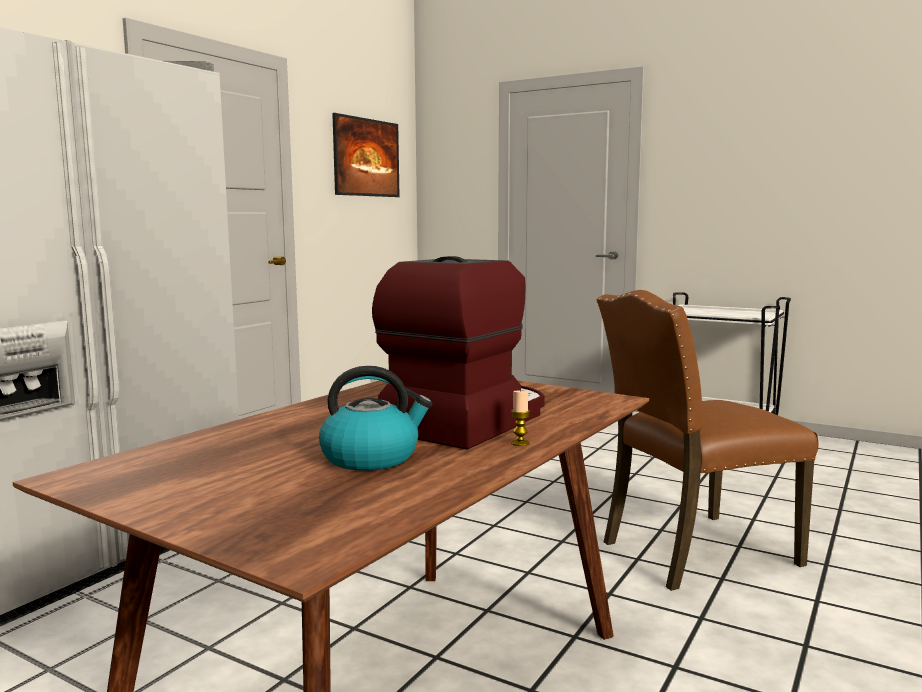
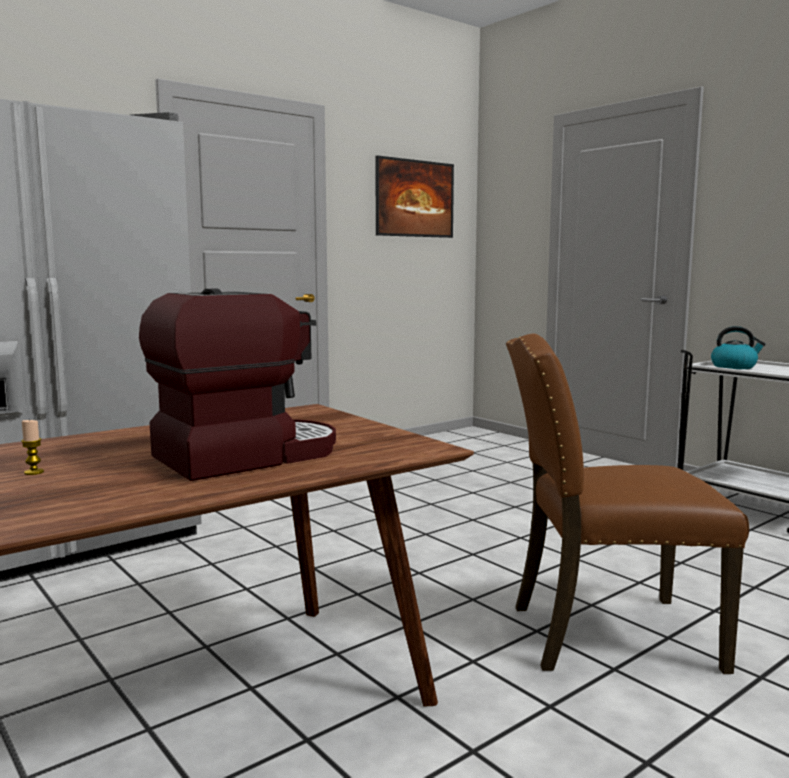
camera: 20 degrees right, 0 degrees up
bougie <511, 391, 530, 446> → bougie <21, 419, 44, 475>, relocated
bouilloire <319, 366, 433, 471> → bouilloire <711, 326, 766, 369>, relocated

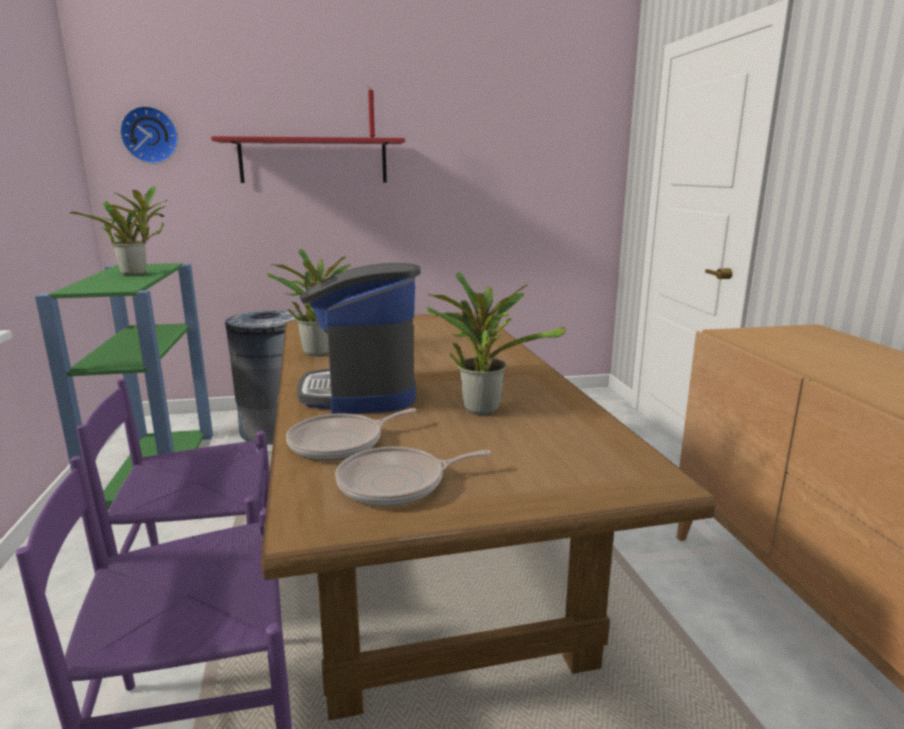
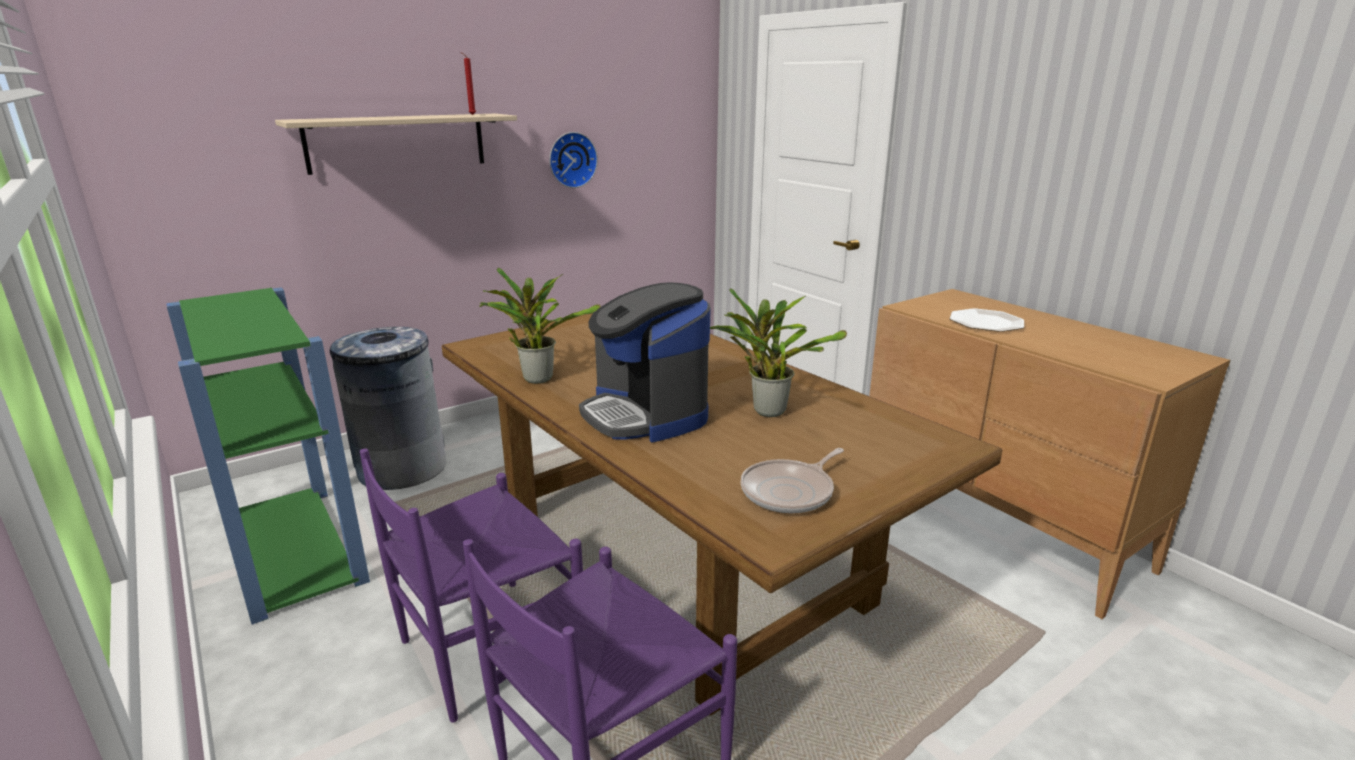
camera: 25 degrees left, 5 degrees up
étagère [rouge] <211, 136, 405, 183> → étagère [beige] <275, 114, 517, 175>
horloge murale <120, 106, 179, 164> → horloge murale <549, 132, 598, 188>, relocated
- → assiette <950, 308, 1024, 332>
plante en pot <69, 186, 167, 275> → -
poêle <286, 408, 417, 460> → -

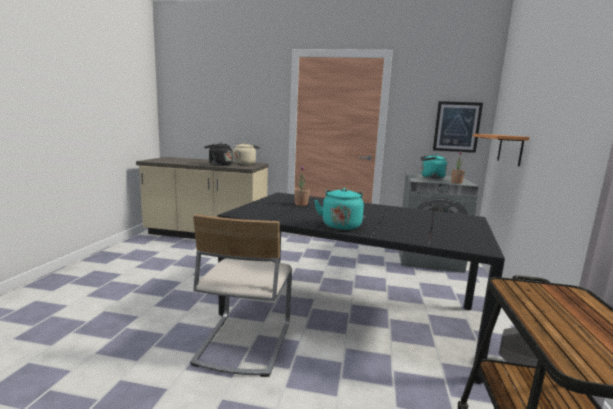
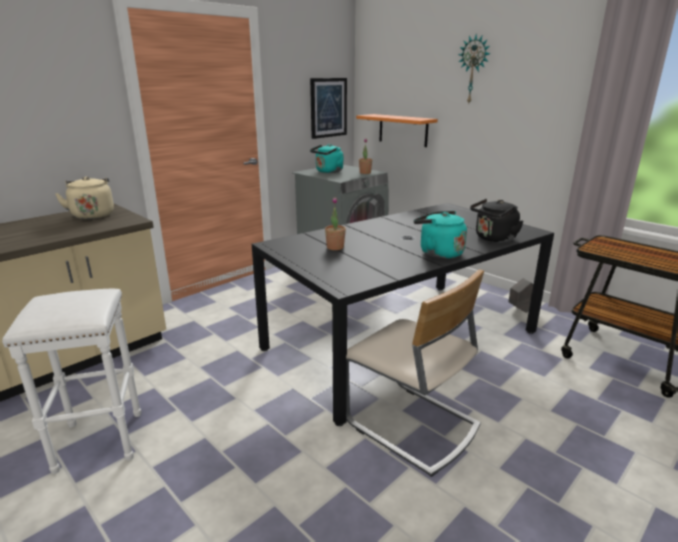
camera: 55 degrees left, 10 degrees up
- → tabouret [blanc] <2, 289, 141, 474>
- → horloge murale <458, 35, 490, 103>
bouilloire [noir] <204, 142, 233, 166> → bouilloire [noir] <470, 199, 524, 242>, relocated

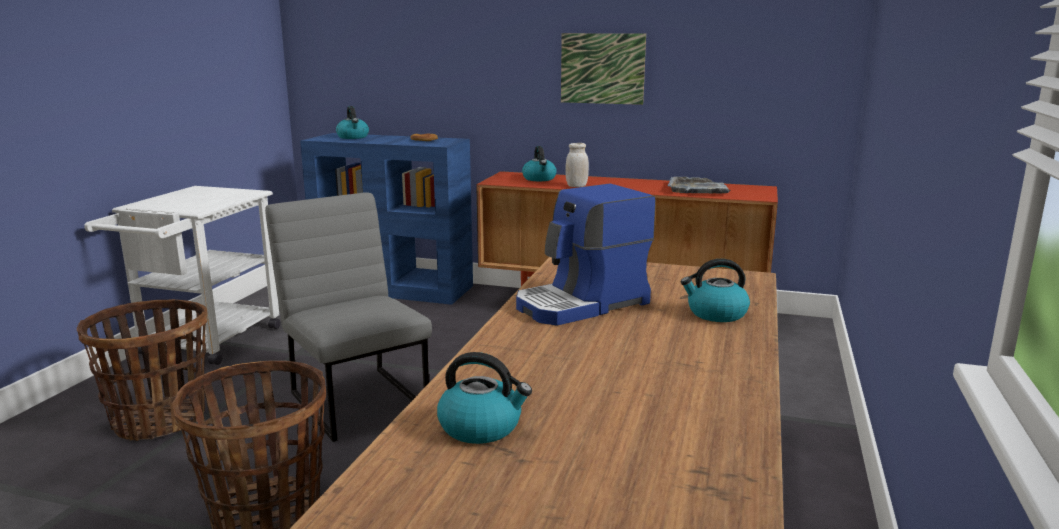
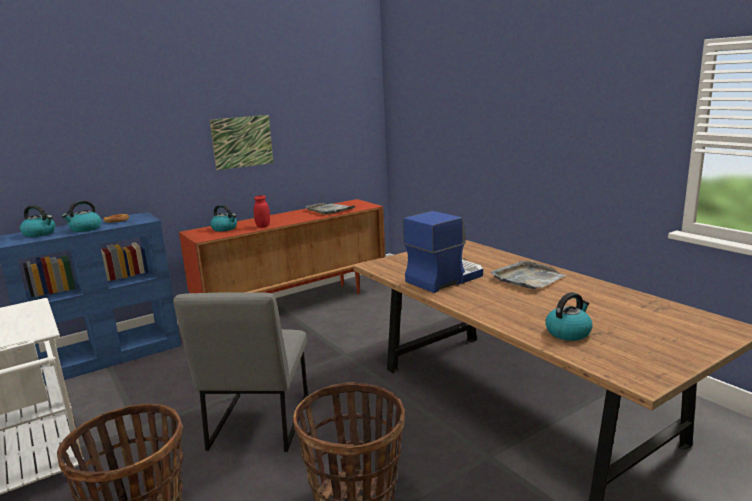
camera: 50 degrees left, 0 degrees up
bouilloire <681, 259, 750, 322> → bouilloire <62, 200, 101, 232>, relocated
chaise [gris] <265, 192, 432, 442> → chaise [gris] <173, 292, 308, 452>, 90 degrees counterclockwise
bocal [blanc] <565, 143, 589, 187> → bocal [rouge] <254, 195, 270, 228>
machine à café <516, 184, 656, 325> → machine à café <403, 211, 483, 293>, 135 degrees counterclockwise
- → plateau [gris] <491, 261, 565, 289>

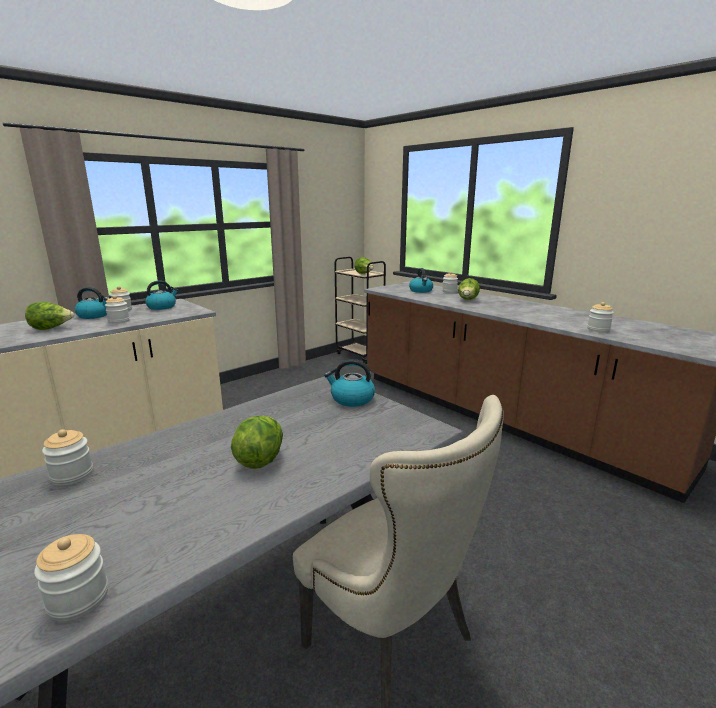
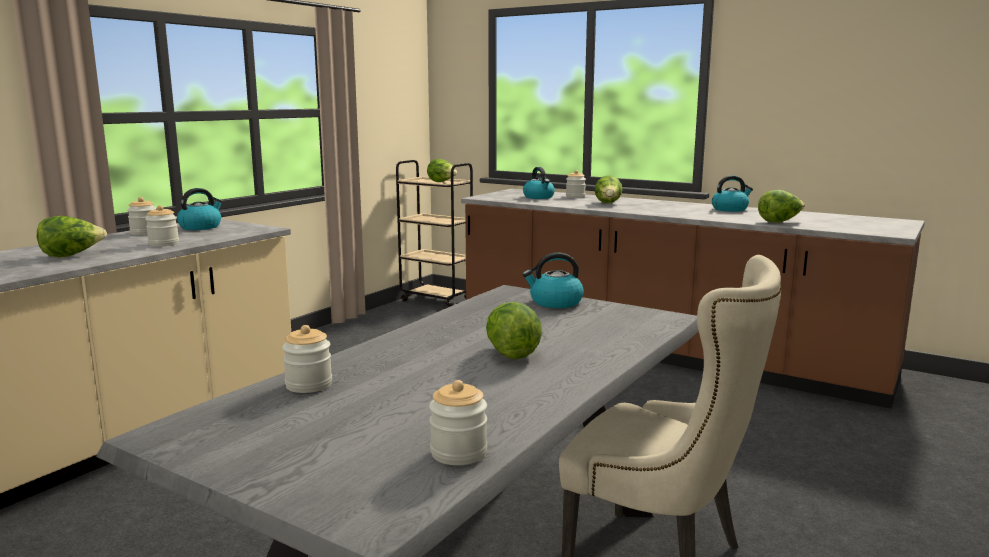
camera: 15 degrees left, 5 degrees down
bouilloire <75, 287, 110, 319> → bouilloire <712, 175, 753, 212>, relocated
bocal <587, 302, 614, 333> → laitue <758, 190, 805, 222>

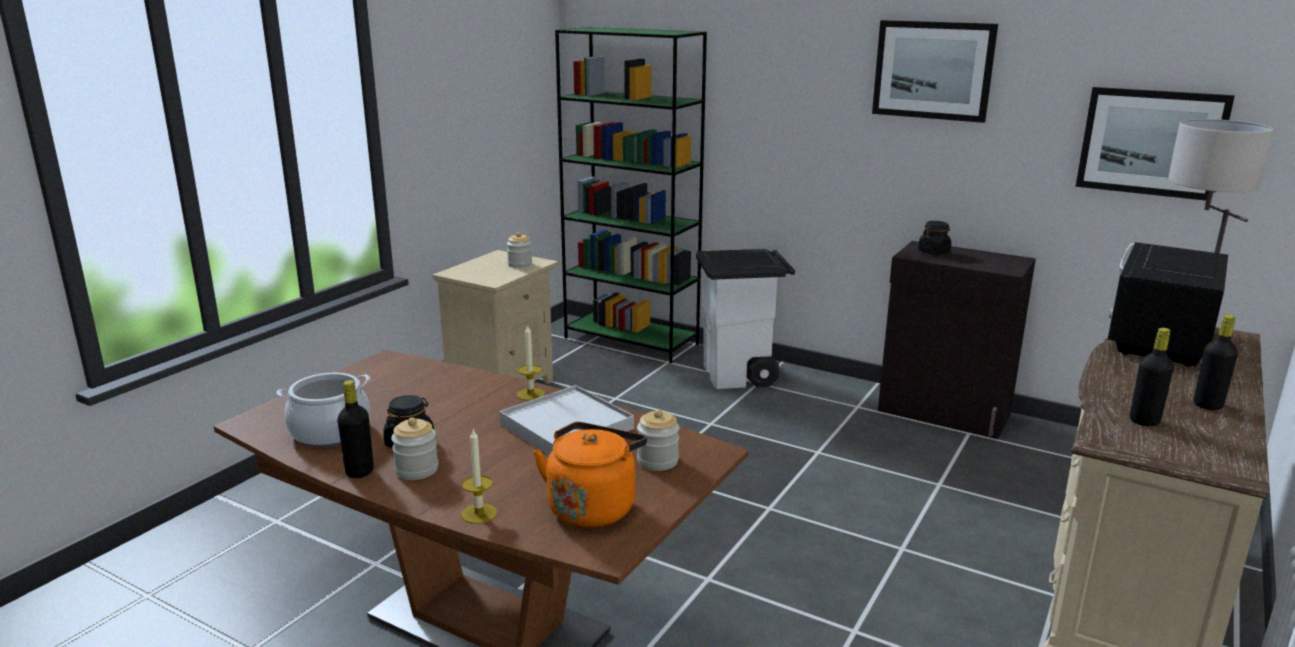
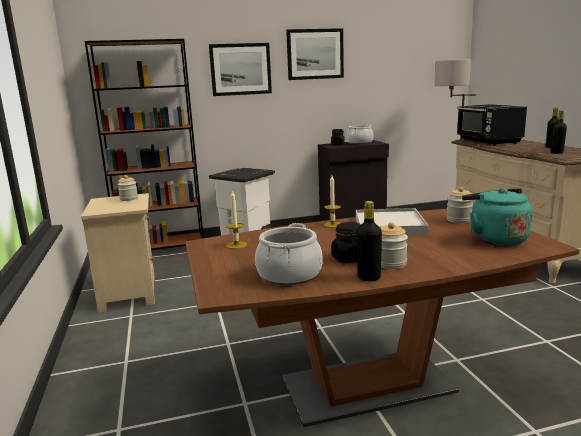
camera: 45 degrees left, 5 degrees down
bibliothèque [vert] <555, 27, 707, 363> → bibliothèque [marron] <85, 39, 204, 250>
tableau <1075, 87, 1235, 201> → tableau <209, 43, 272, 96>, relocated
bougie <461, 428, 497, 524> → bougie <226, 191, 247, 249>, relocated
- → marmite <347, 124, 374, 145>
bouilloire [orange] <533, 422, 647, 527> → bouilloire [turquoise] <462, 188, 532, 246>

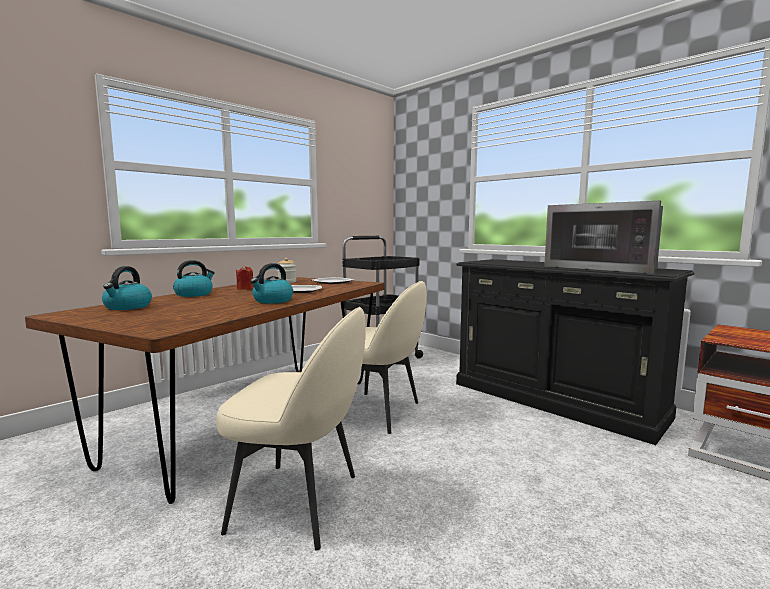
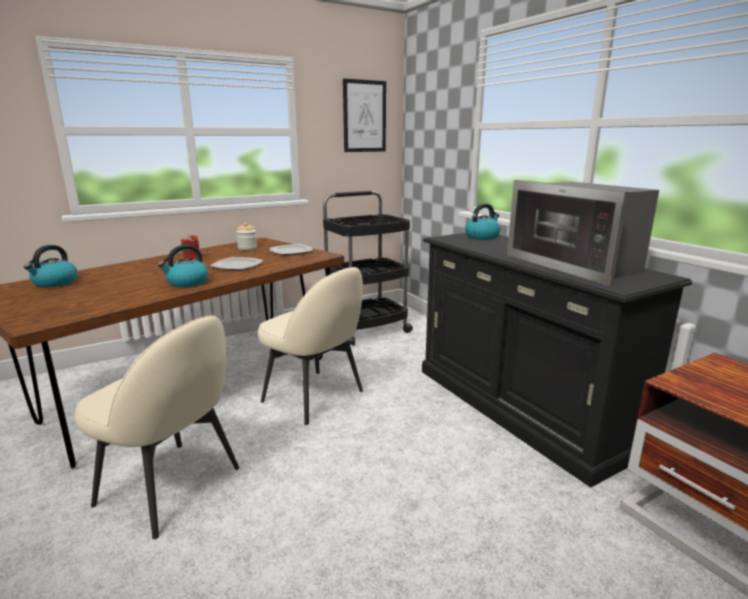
camera: 15 degrees right, 10 degrees up
- → tableau <343, 79, 386, 152>
bouilloire <173, 260, 215, 297> → bouilloire <465, 204, 500, 240>, relocated

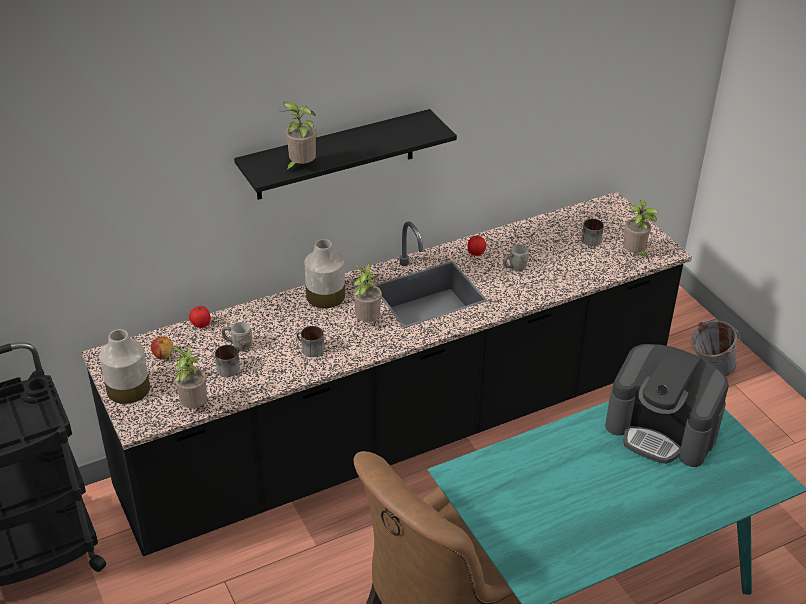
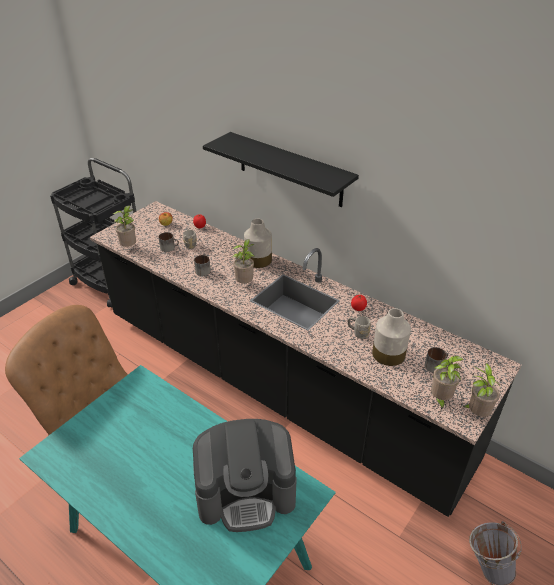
camera: 65 degrees right, 0 degrees up
machine à café <605, 344, 729, 467> → machine à café <193, 419, 297, 532>, 105 degrees counterclockwise
vase [beige] <99, 329, 150, 404> → vase [beige] <372, 308, 411, 366>, relocated
plante en pot <281, 102, 317, 171> → plante en pot <462, 363, 501, 417>, relocated

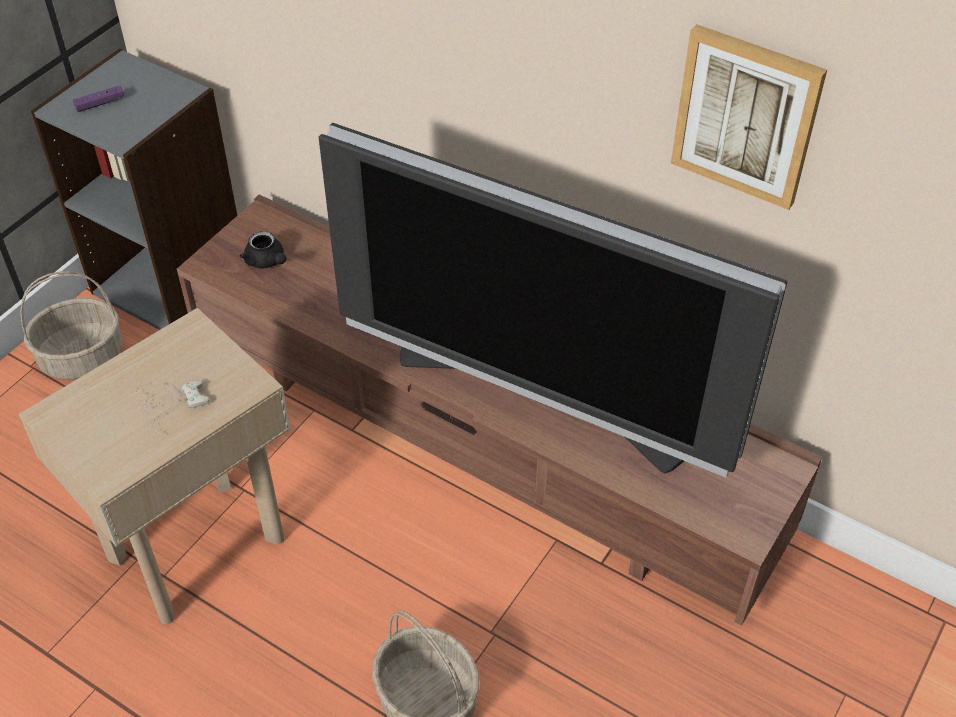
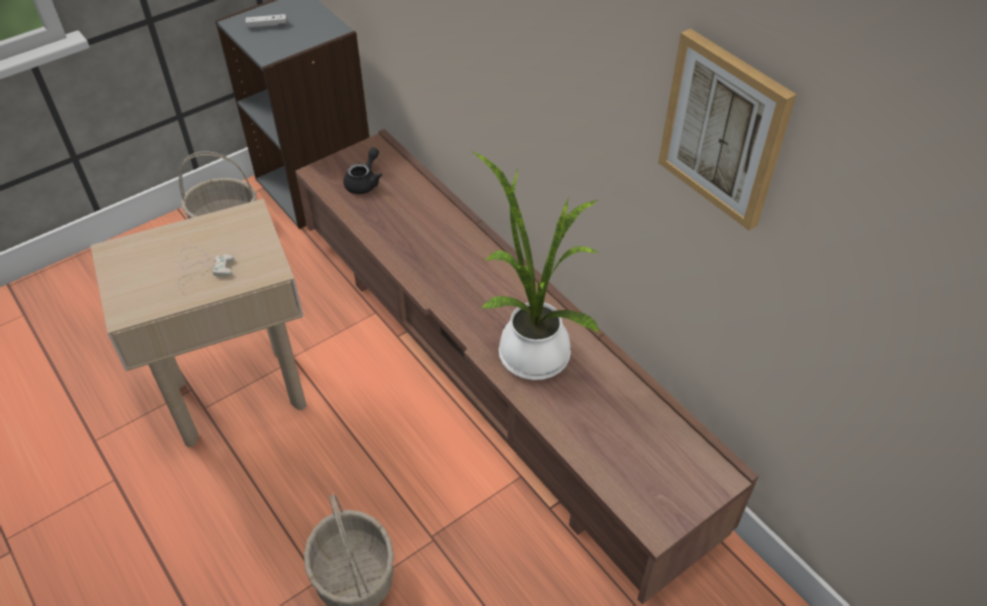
camera: 20 degrees right, 0 degrees up
manette [violet] <73, 85, 124, 112> → manette [blanc] <245, 14, 287, 28>
théière [noir] <240, 231, 286, 268> → théière [noir] <344, 147, 382, 194>, 135 degrees counterclockwise
téléviseur <319, 123, 787, 478> → plante en pot <472, 151, 599, 380>

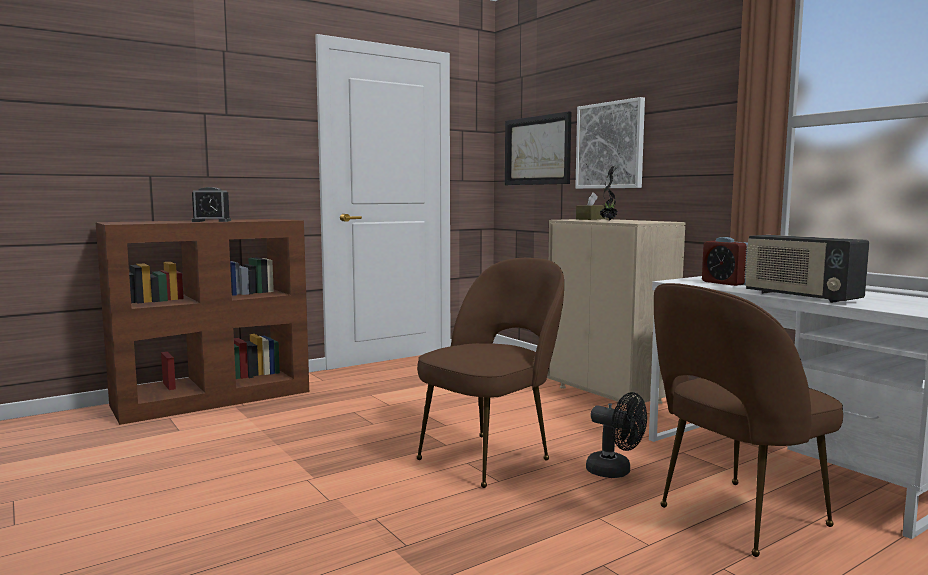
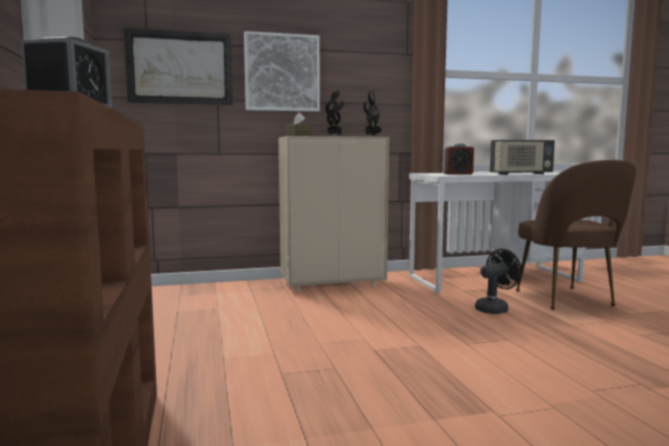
camera: 70 degrees left, 0 degrees up
- → plante en pot <364, 90, 382, 136>
chaise [marron] <417, 258, 564, 488> → -

